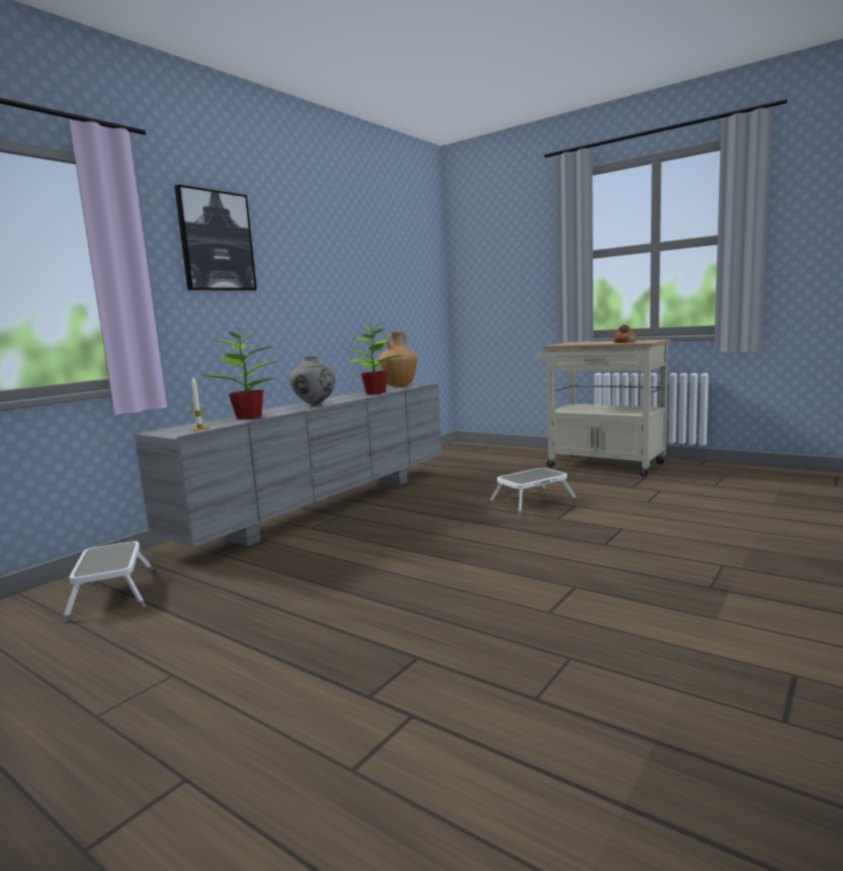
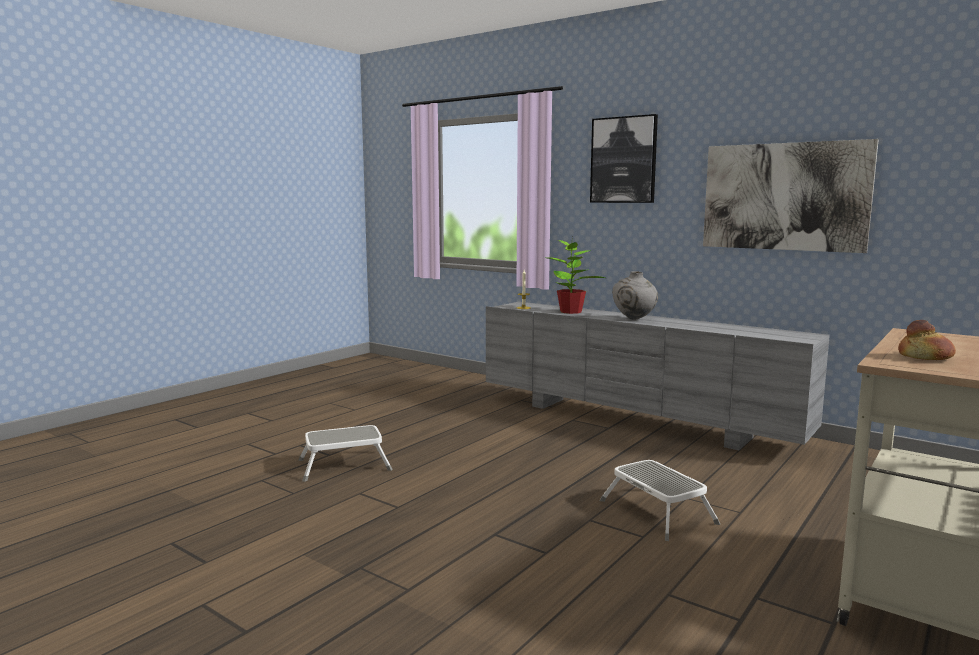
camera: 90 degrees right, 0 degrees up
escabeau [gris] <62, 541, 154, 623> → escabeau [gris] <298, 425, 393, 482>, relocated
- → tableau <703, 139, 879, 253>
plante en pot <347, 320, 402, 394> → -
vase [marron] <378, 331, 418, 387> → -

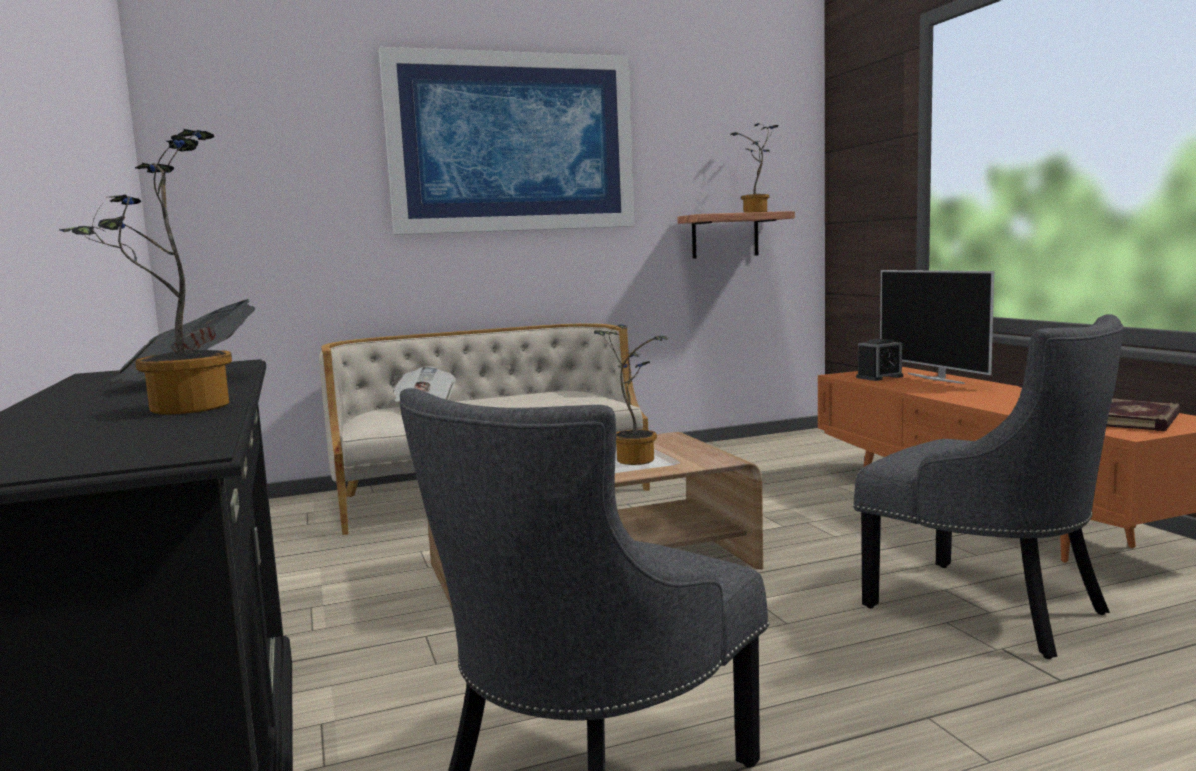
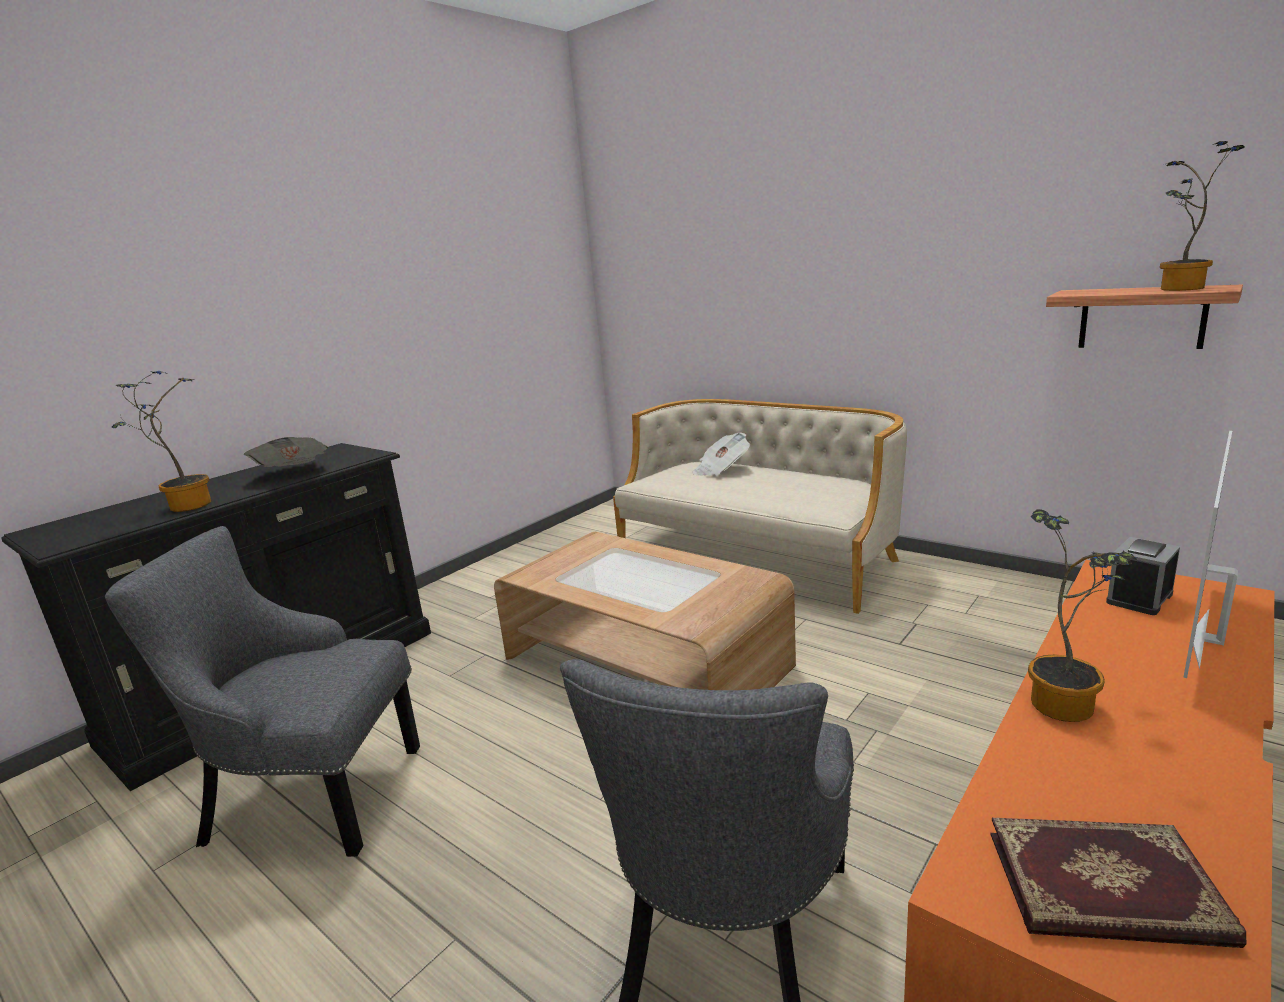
camera: 60 degrees right, 10 degrees up
plante en pot <594, 324, 668, 465> → plante en pot <1028, 509, 1137, 722>, relocated
réveil <856, 339, 903, 381> → réveil <1106, 537, 1180, 615>, 105 degrees clockwise
tableau <379, 47, 635, 235> → -

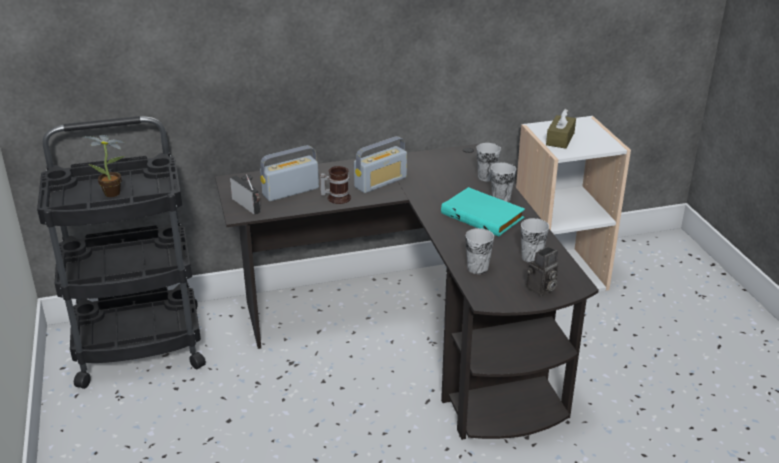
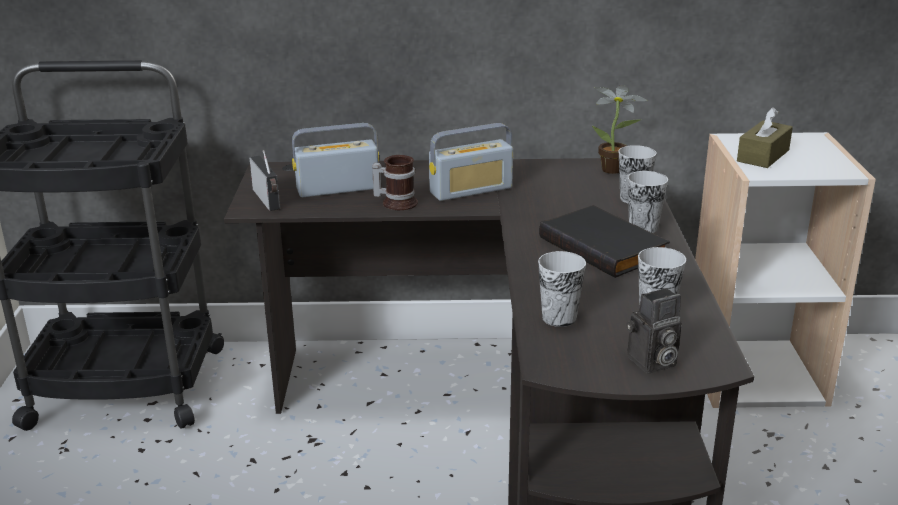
camera: 15 degrees right, 5 degrees down
livre [turquoise] <441, 187, 525, 237> → livre [noir] <539, 205, 670, 278>
plante en pot <83, 135, 126, 197> → plante en pot <592, 85, 648, 174>, relocated

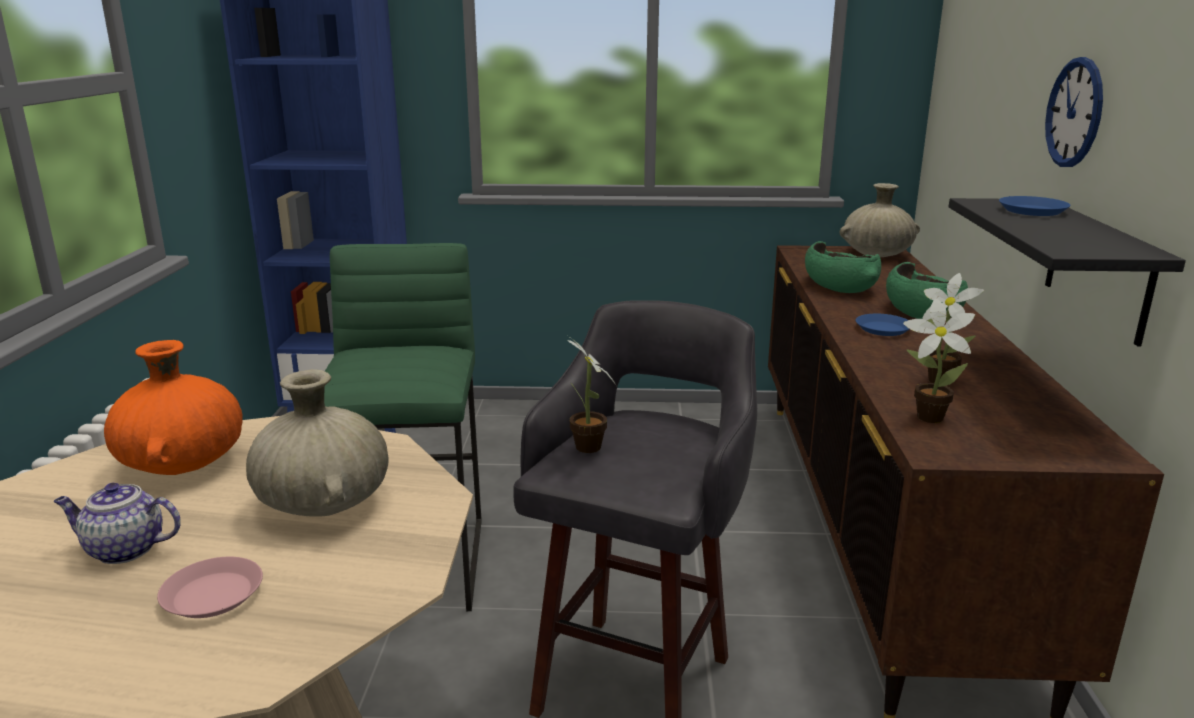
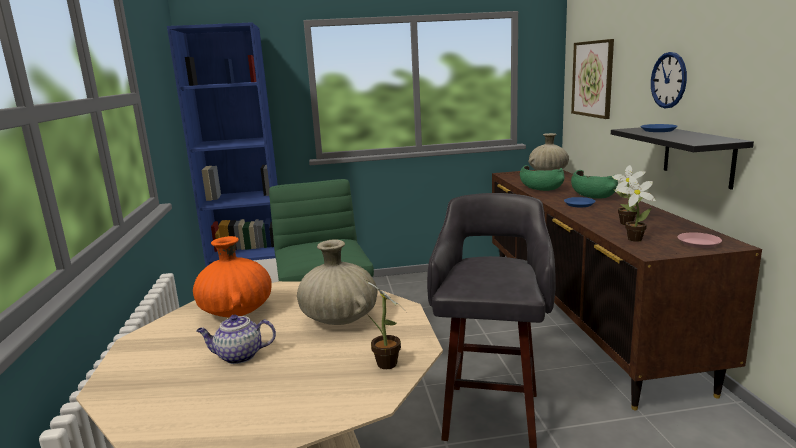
camera: 10 degrees left, 5 degrees down
plante en pot <567, 336, 617, 453> → plante en pot <363, 278, 408, 369>, relocated
- → tableau <571, 39, 614, 119>
assiette [rose] <157, 557, 263, 618> → assiette [rose] <677, 232, 722, 248>, relocated

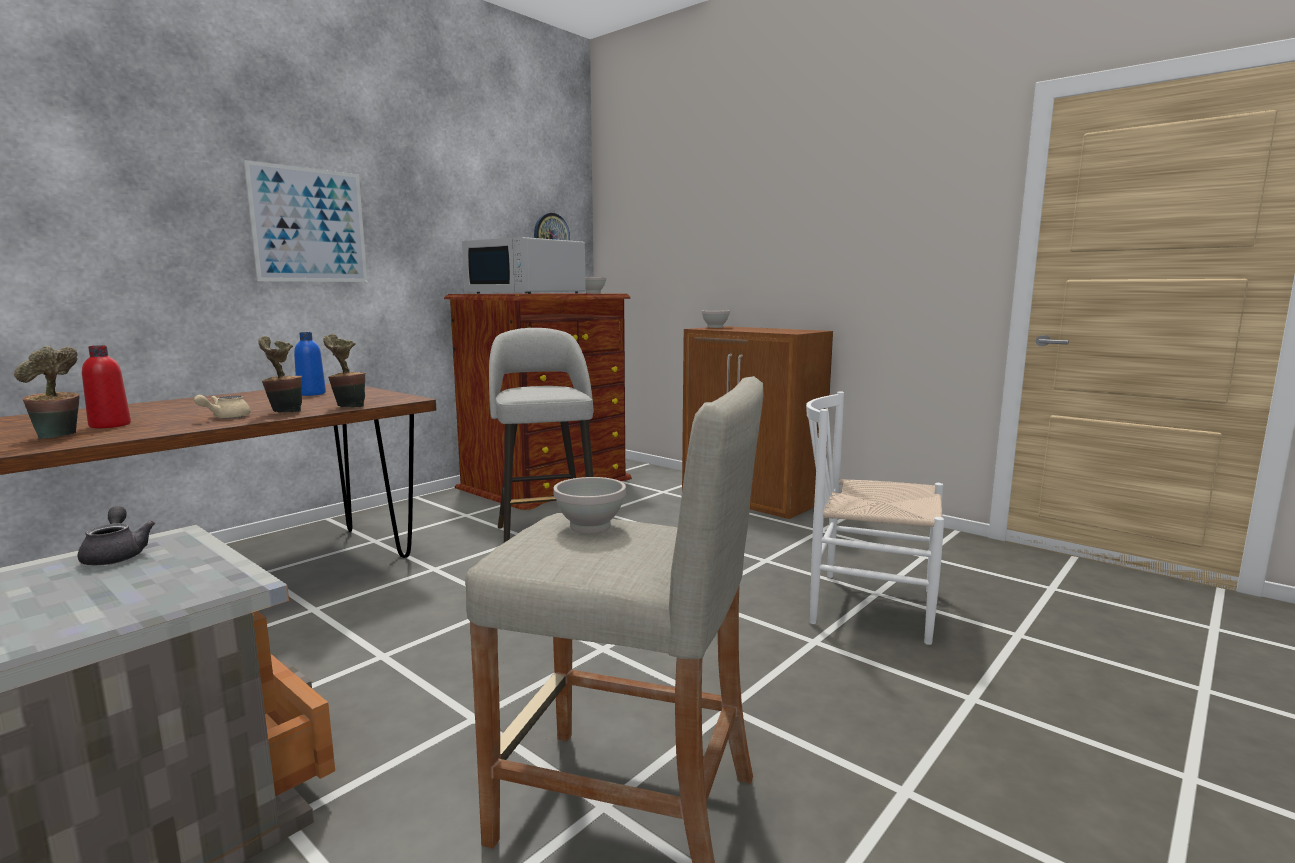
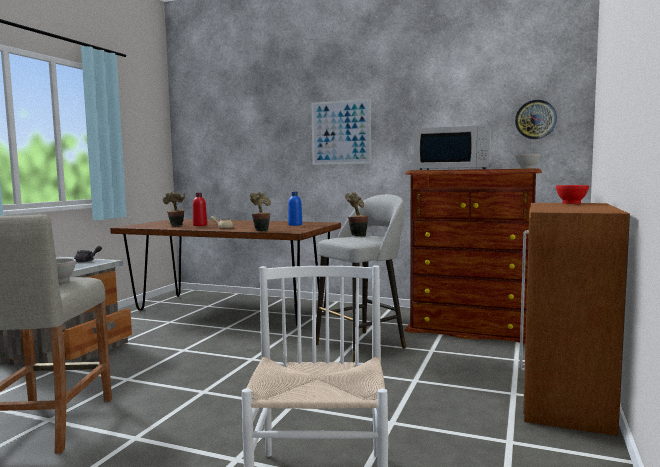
camera: 70 degrees right, 5 degrees down
plante en pot <258, 336, 302, 413> → plante en pot <345, 192, 368, 237>, relocated
micro-ondes [blanc] <462, 237, 586, 294> → micro-ondes [blanc] <414, 125, 491, 170>, 90 degrees counterclockwise
bol [blanc] <702, 310, 730, 328> → bol [rouge] <556, 185, 589, 204>

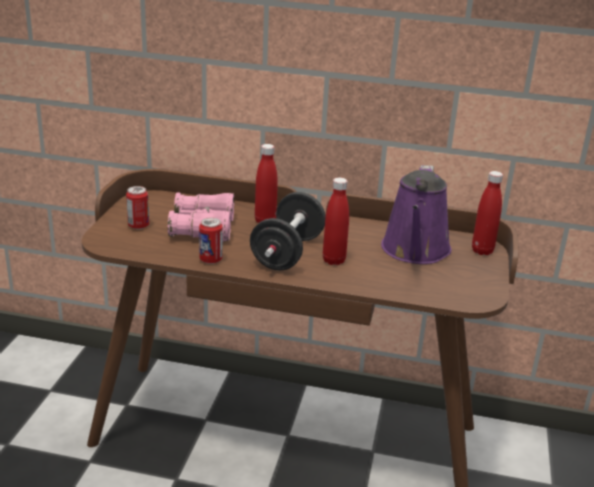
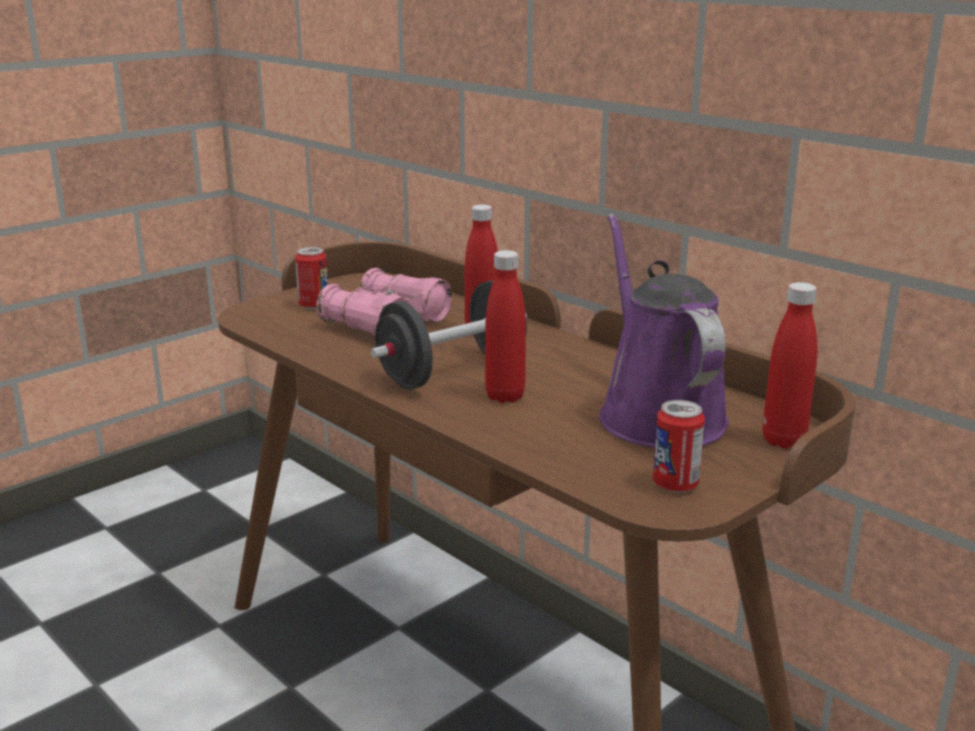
camera: 35 degrees right, 5 degrees down
arrosoir [violet] <381, 165, 451, 264> → arrosoir [violet] <599, 213, 729, 447>, 120 degrees clockwise
boîte métallique <199, 218, 223, 264> → boîte métallique <653, 400, 705, 493>, relocated

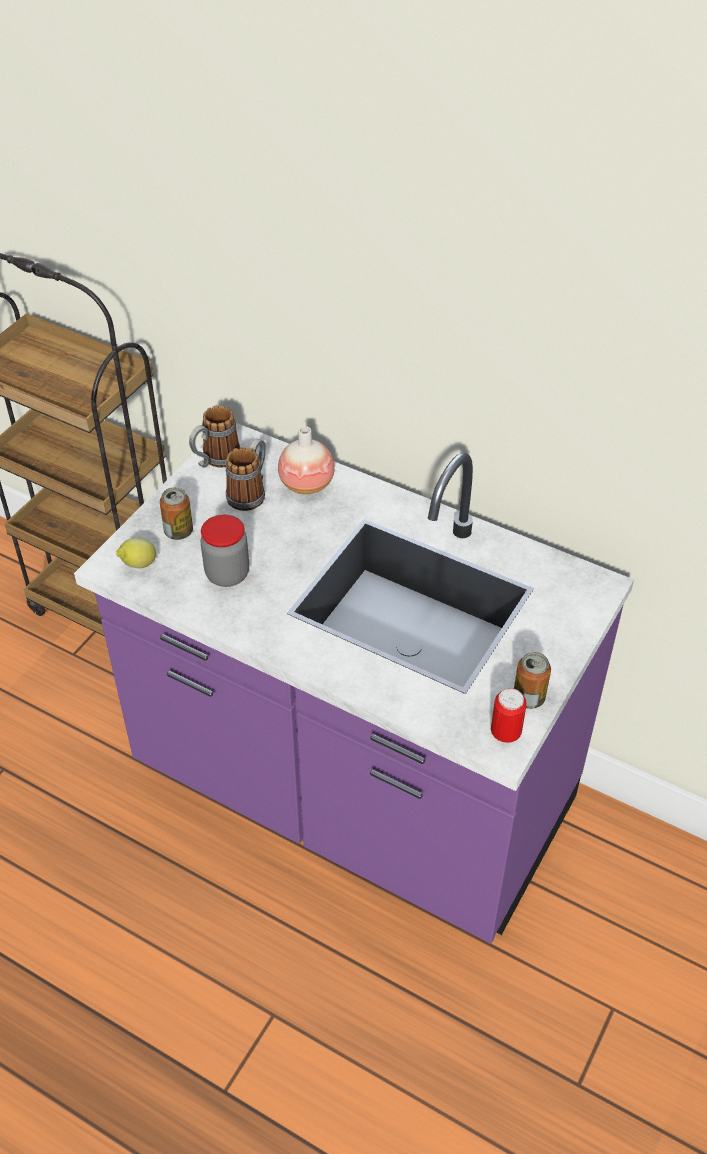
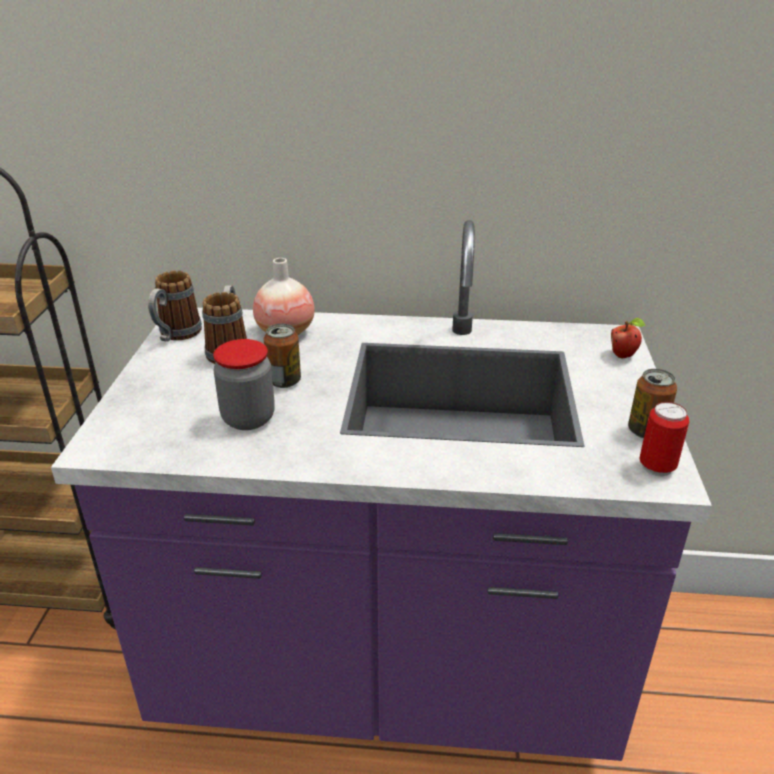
camera: 25 degrees left, 15 degrees down
boîte métallique <160, 487, 193, 540> → boîte métallique <264, 324, 301, 388>, relocated
- → pomme <611, 318, 646, 358>
citron <116, 537, 156, 568> → -

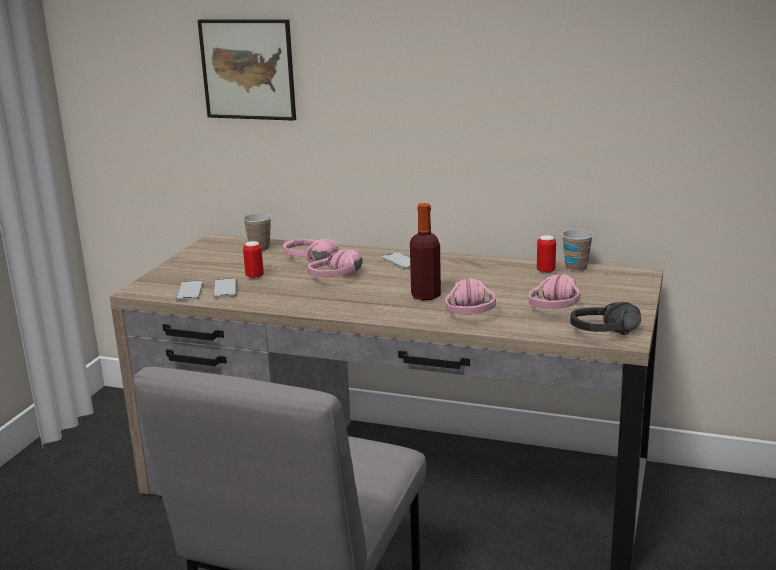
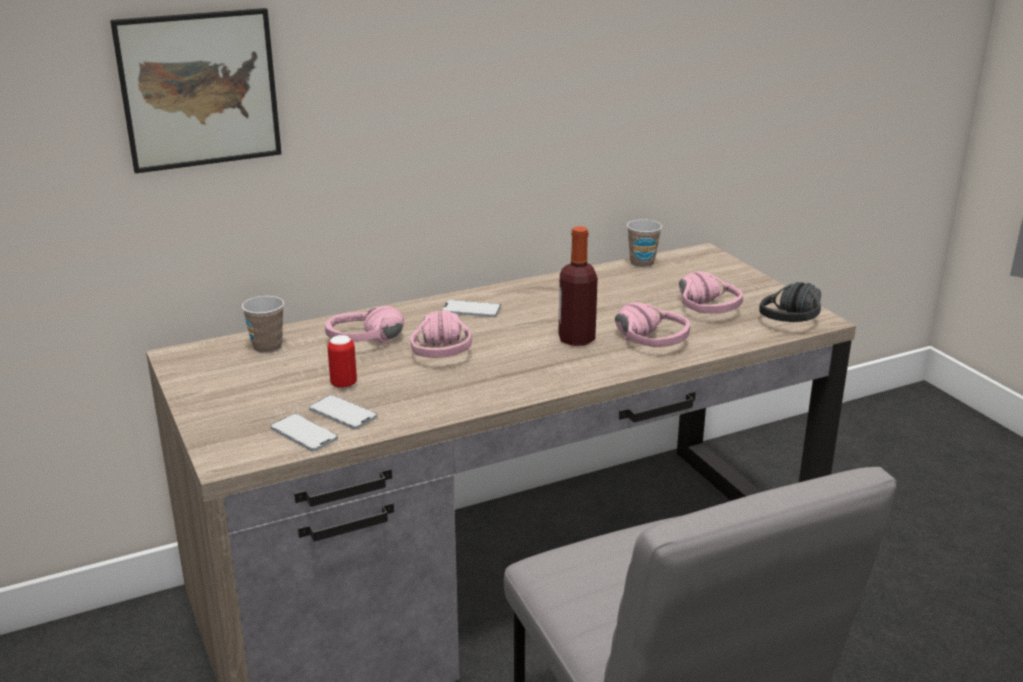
camera: 45 degrees left, 5 degrees up
boîte métallique <537, 235, 556, 273> → -

